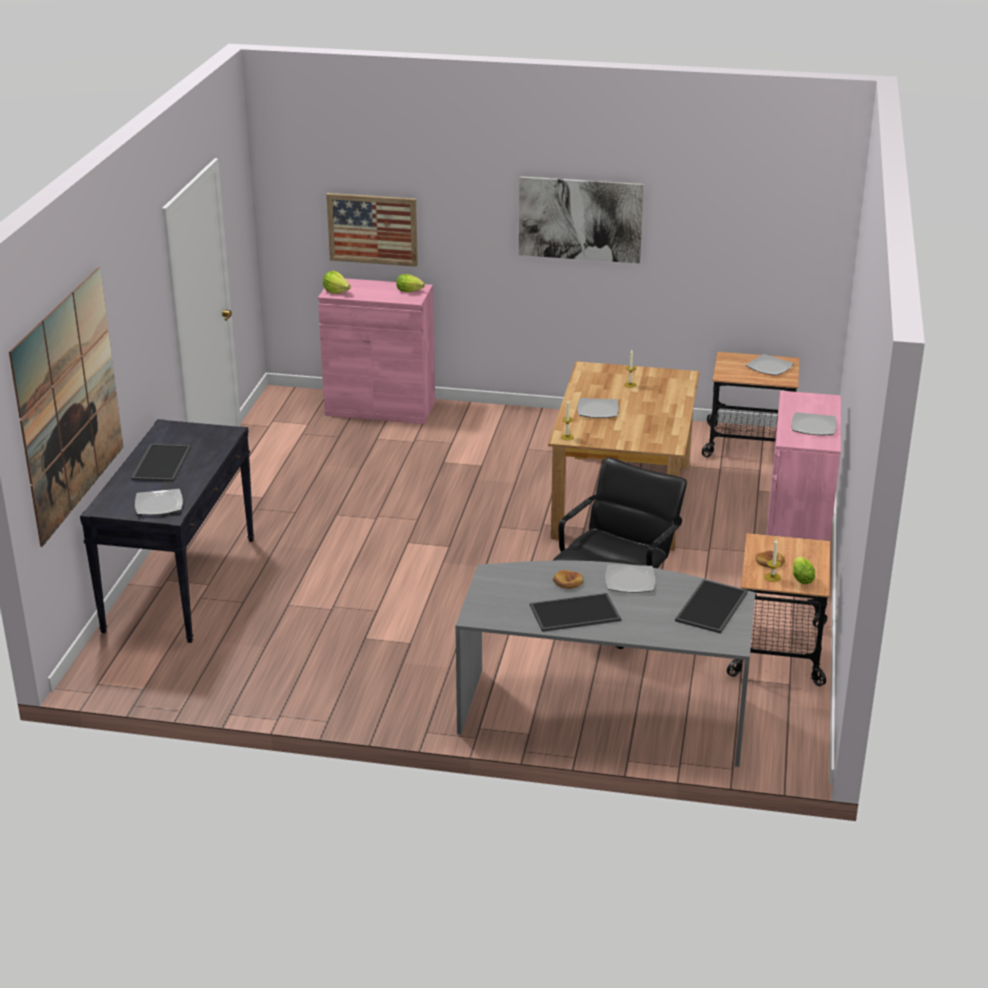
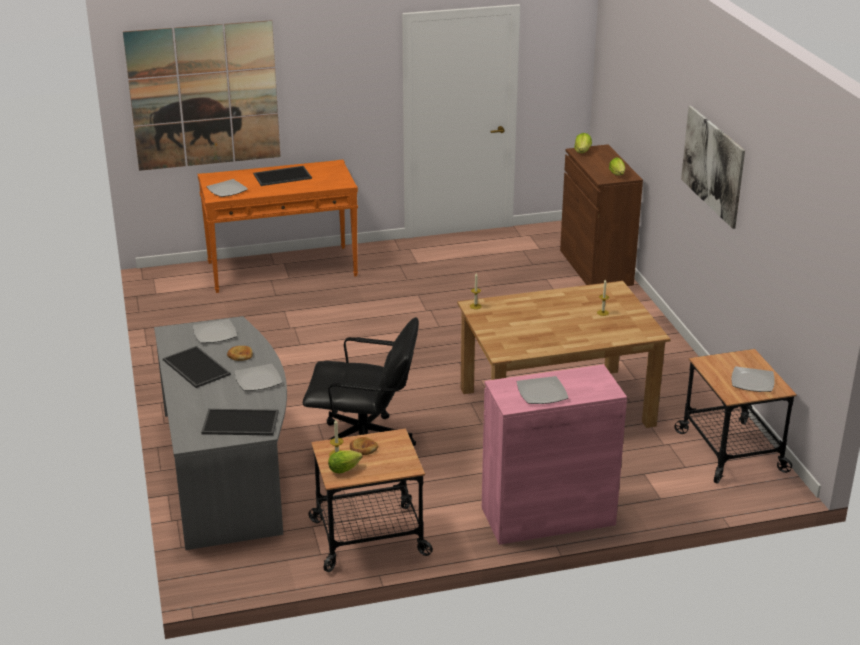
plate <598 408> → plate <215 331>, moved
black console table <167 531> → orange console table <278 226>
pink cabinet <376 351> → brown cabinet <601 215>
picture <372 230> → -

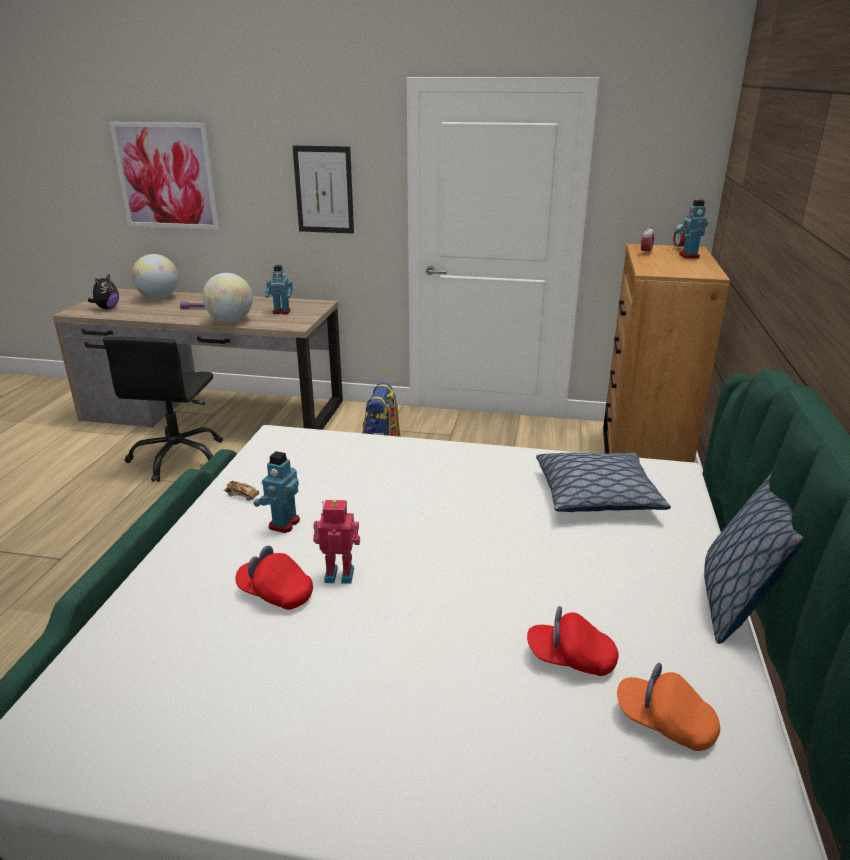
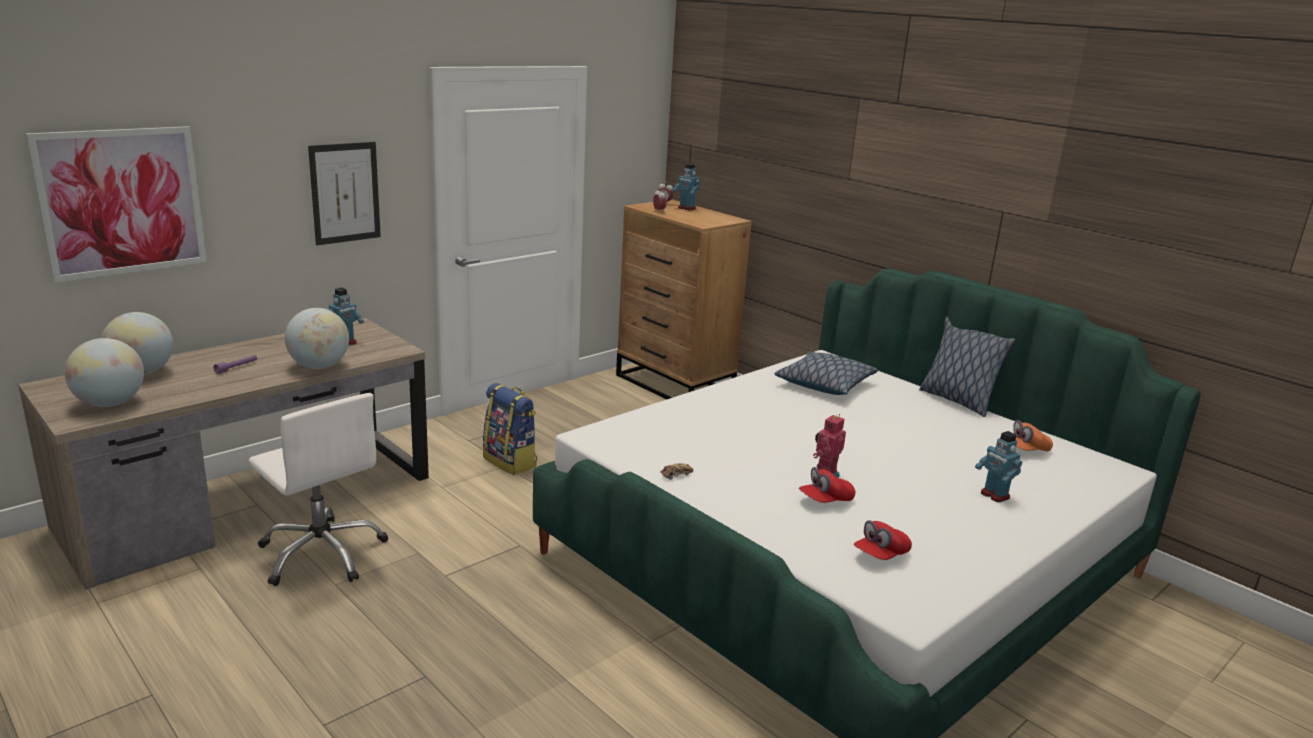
plush toy <103 291> → globe <104 372>
black office chair <163 409> → white office chair <318 489>
red cap <573 641> → red cap <883 540>, moved
toy robot <276 492> → toy robot <998 466>, moved

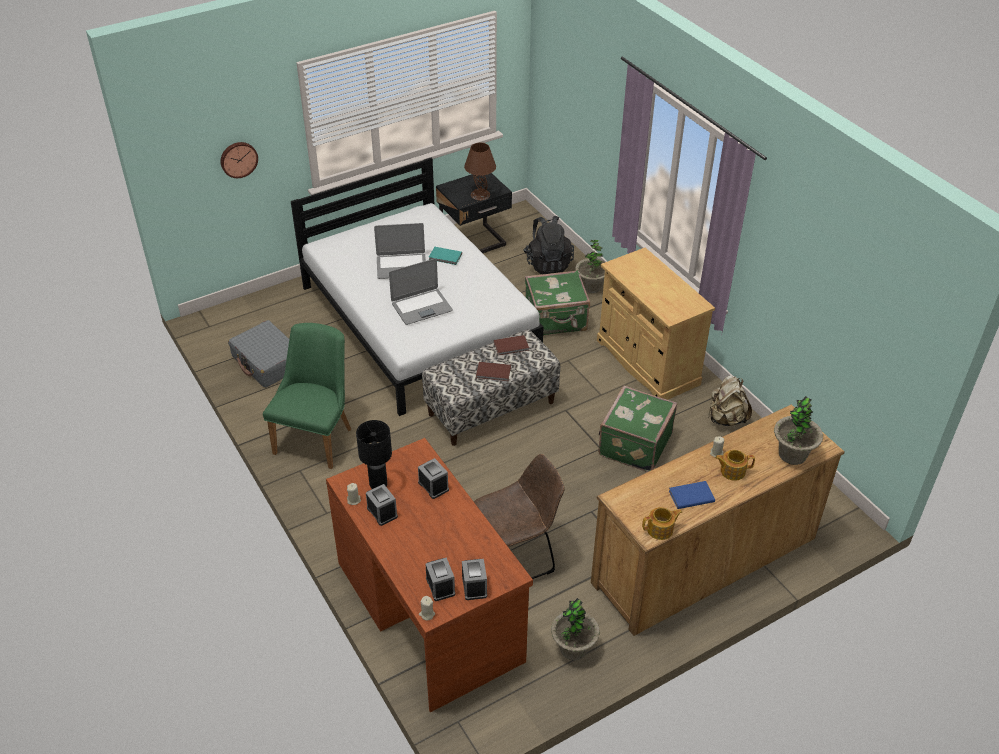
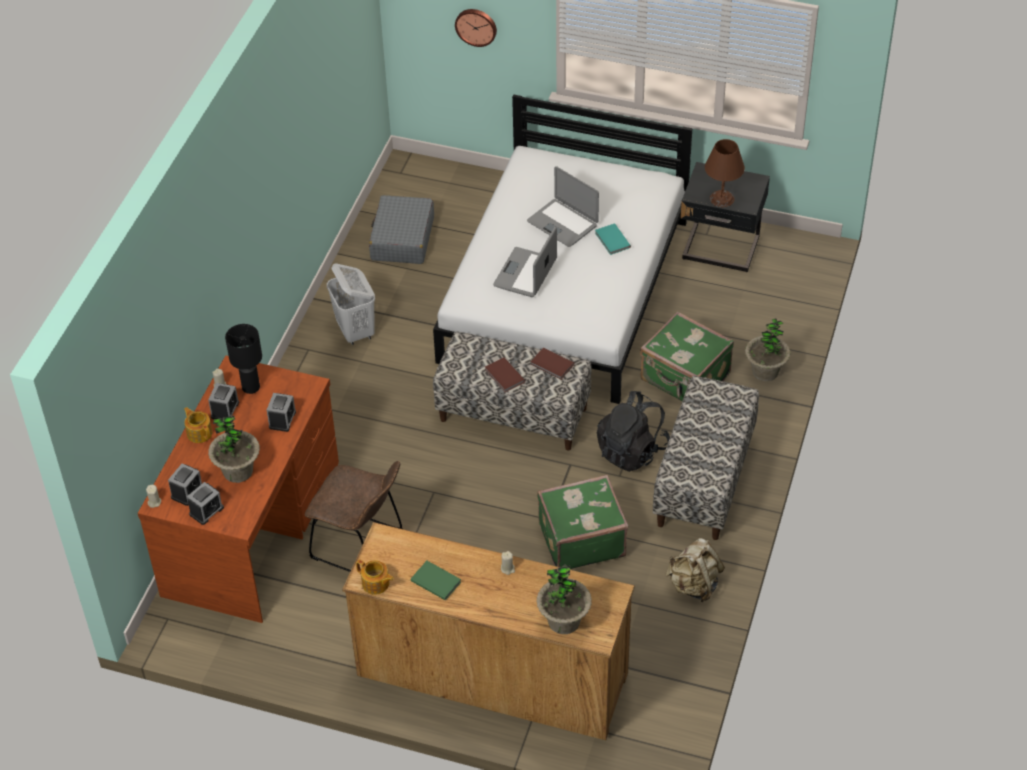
teapot <735 465> → teapot <198 425>, moved
potted plant <575 629> → potted plant <234 449>, moved
green chair <307 396> → white laundry basket <351 304>
blue book <692 495> → green book <436 580>
laptop <421 291> → laptop <525 261>, 90 degrees clockwise
black backpack <548 245> → black backpack <633 431>, moved
beige cabinet <656 324> → bench <706 458>

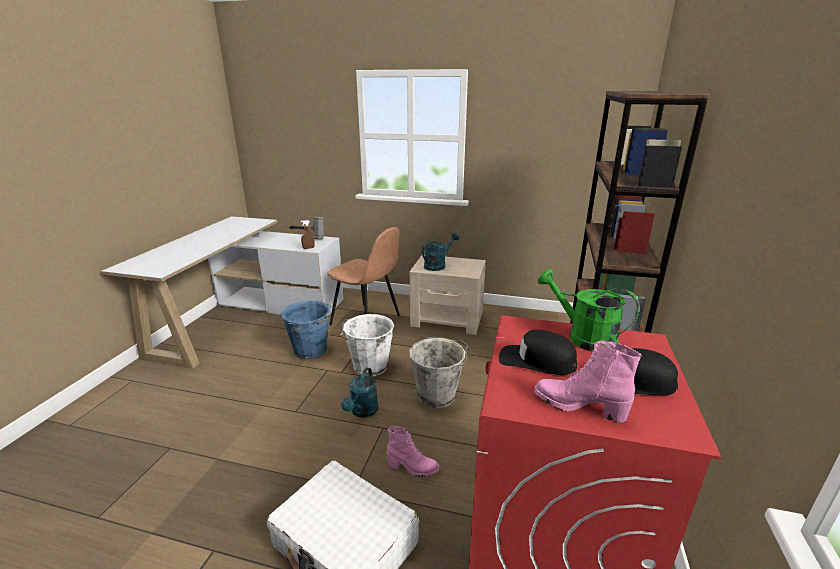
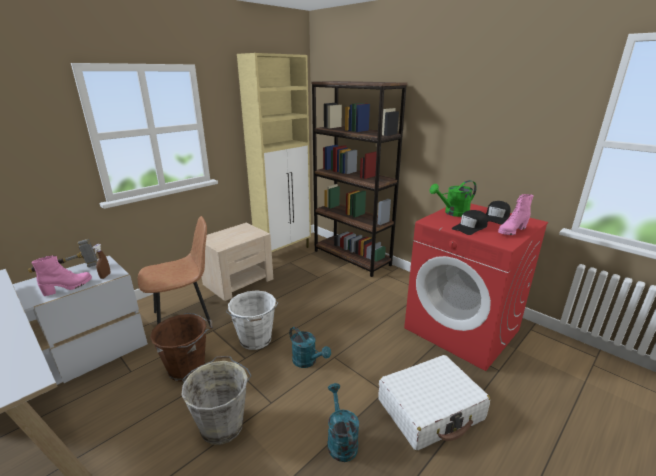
pink boot <413 451> → pink boot <61 276>, moved
blue bucket <306 330> → brown bucket <181 347>
grey bucket <438 373> → grey bucket <216 400>, moved
- → beige cabinet <274 152>
turquoise watering can <440 252> → turquoise watering can <343 422>, moved

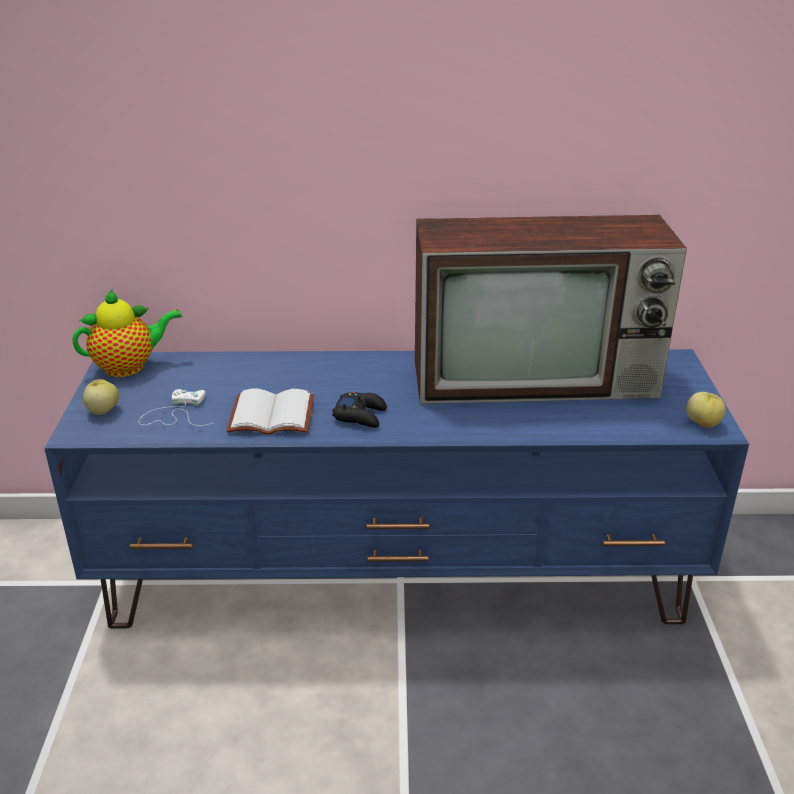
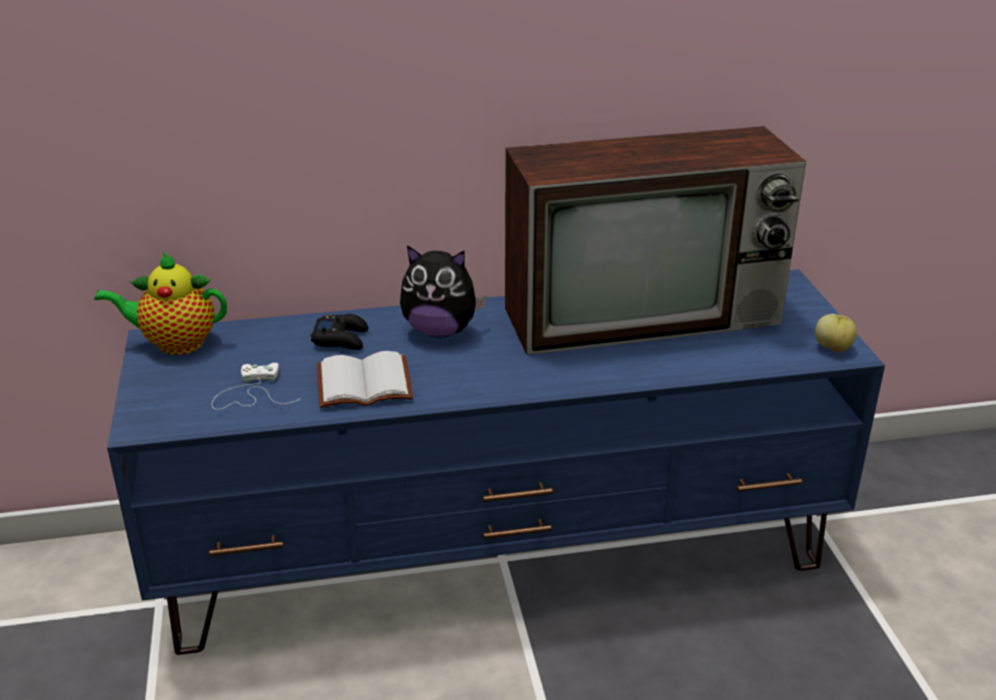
teapot <127 333> → teapot <160 303>, 150 degrees counterclockwise
black game controller <359 410> → black game controller <339 332>, moved
- → plush toy <443 291>
apple <101 397> → -

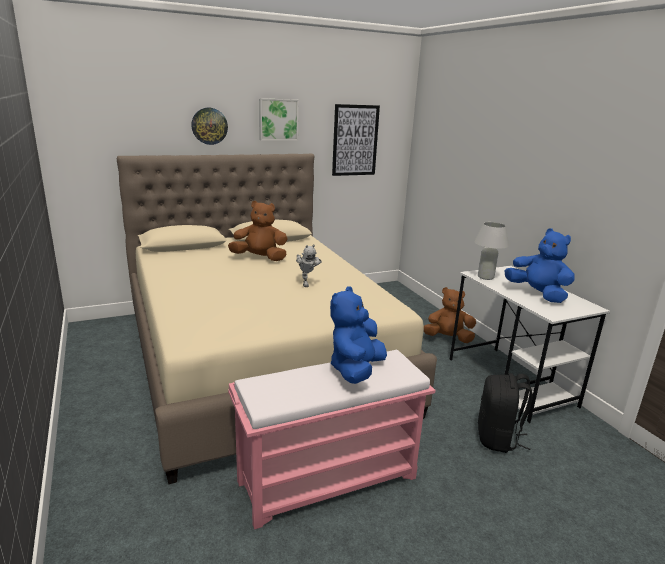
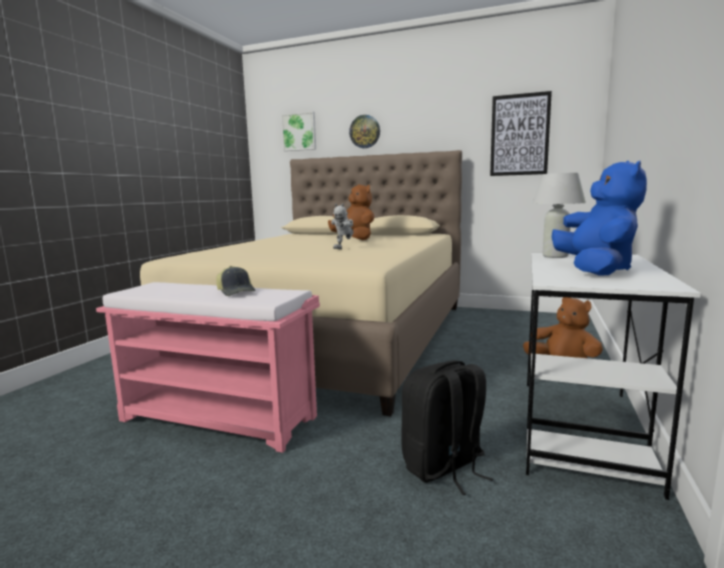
blue plush toy <358 335> → cap <236 281>
picture <279 119> → picture <298 131>, moved

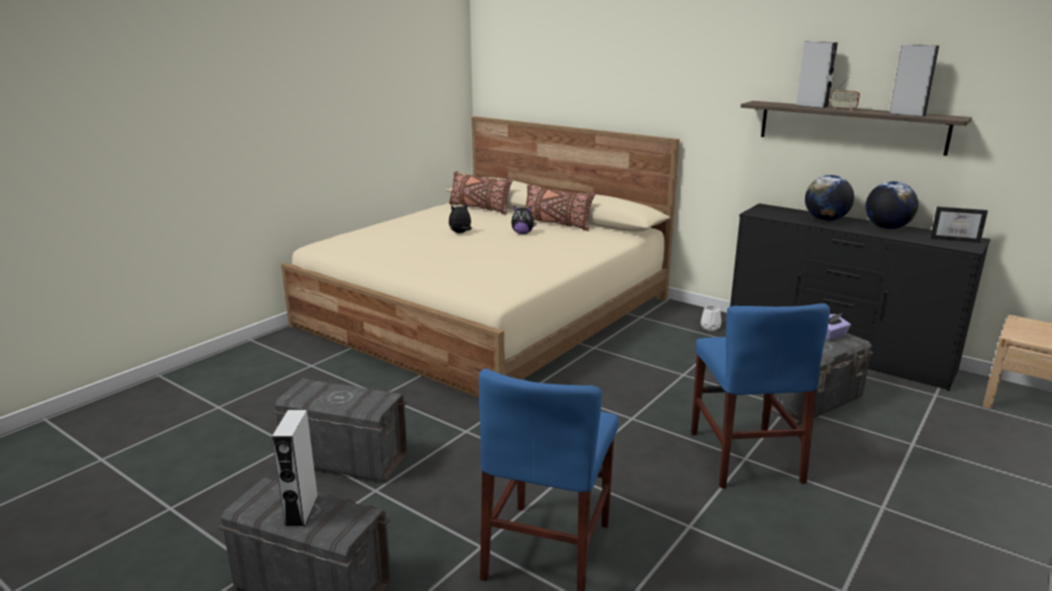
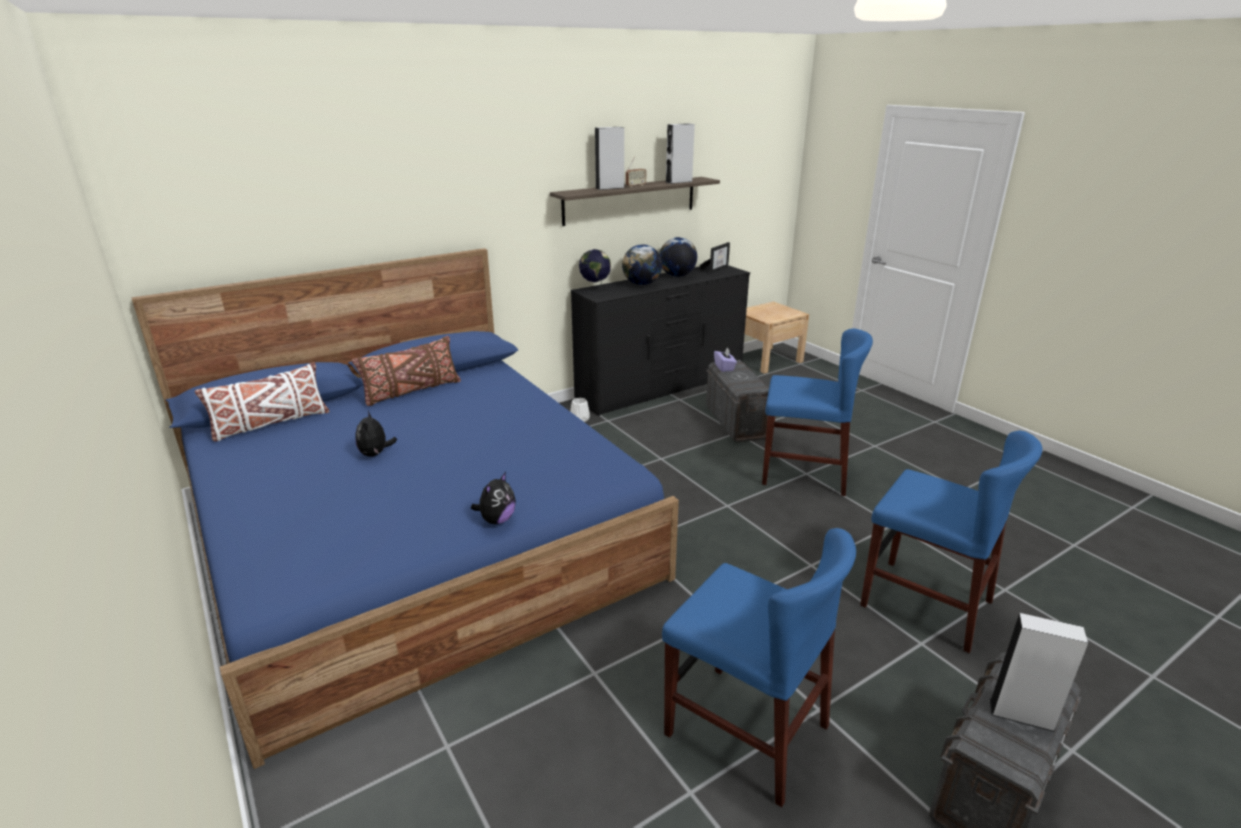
beige bed <480 257> → blue bed <405 508>
brown pillow <480 193> → white pillow <262 402>
plush toy <524 220> → plush toy <493 498>, moved
- → globe <595 271>
grey storage box <340 430> → blue chair <759 667>

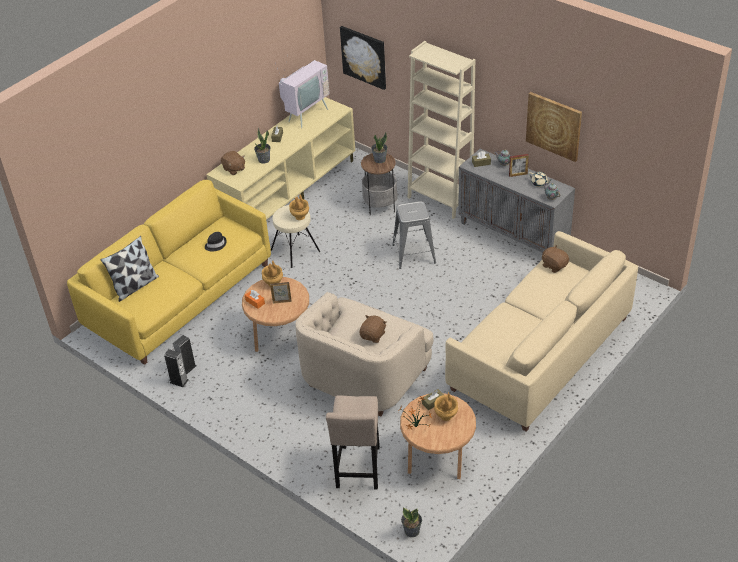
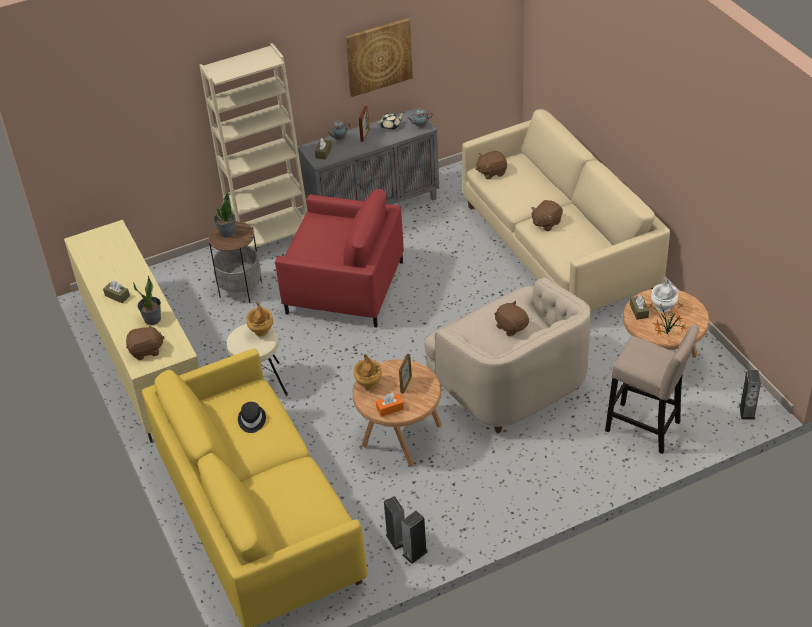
grey stool <414 235> → red armchair <339 258>
- → brown plush toy <547 215>
brown vase <446 406> → white vase <664 295>
potted plant <411 522> → speaker <750 395>
pillow <130 269> → -
television <302 94> → -
picture <363 58> → -

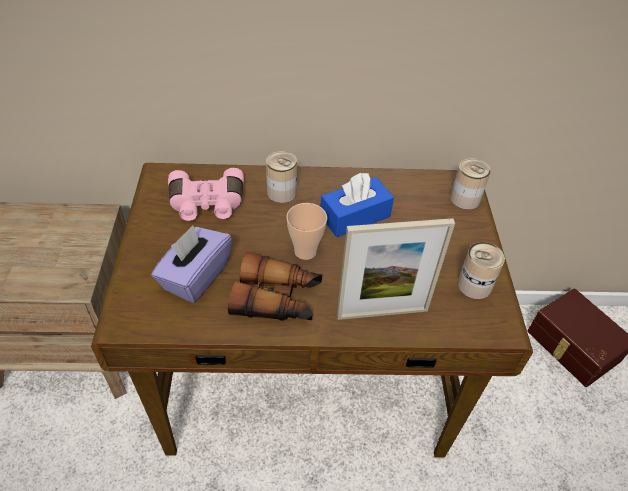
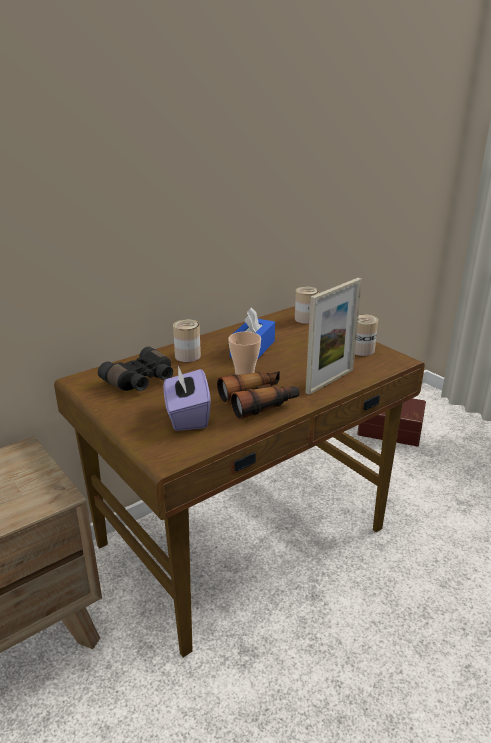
pink binoculars <206 194> → black binoculars <135 369>

